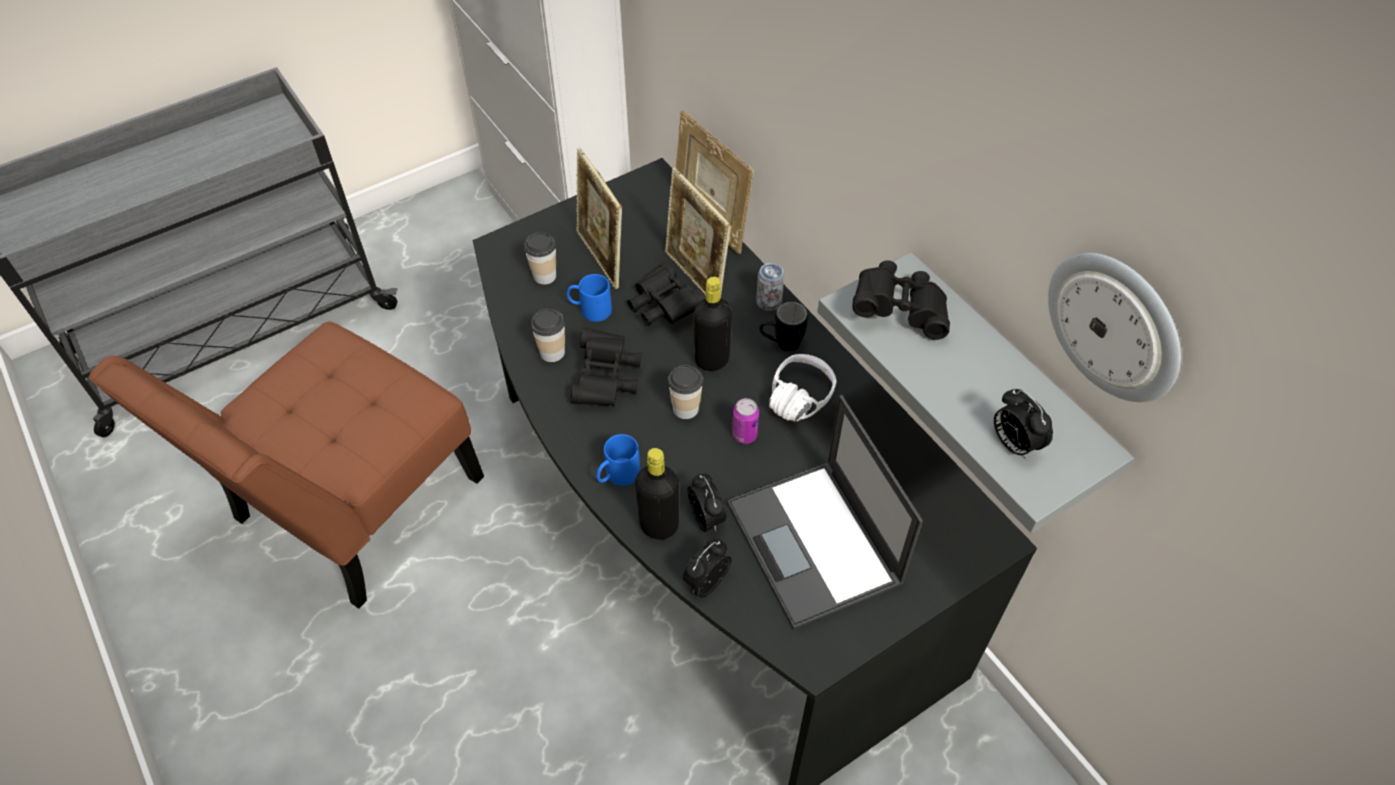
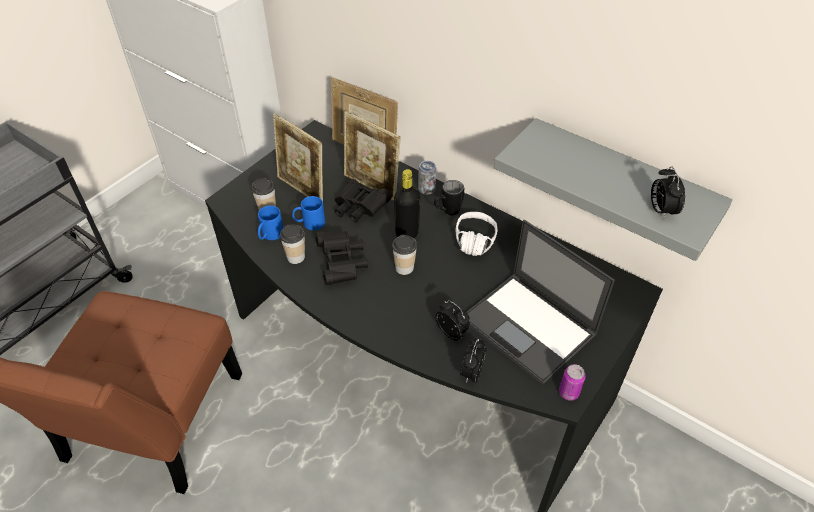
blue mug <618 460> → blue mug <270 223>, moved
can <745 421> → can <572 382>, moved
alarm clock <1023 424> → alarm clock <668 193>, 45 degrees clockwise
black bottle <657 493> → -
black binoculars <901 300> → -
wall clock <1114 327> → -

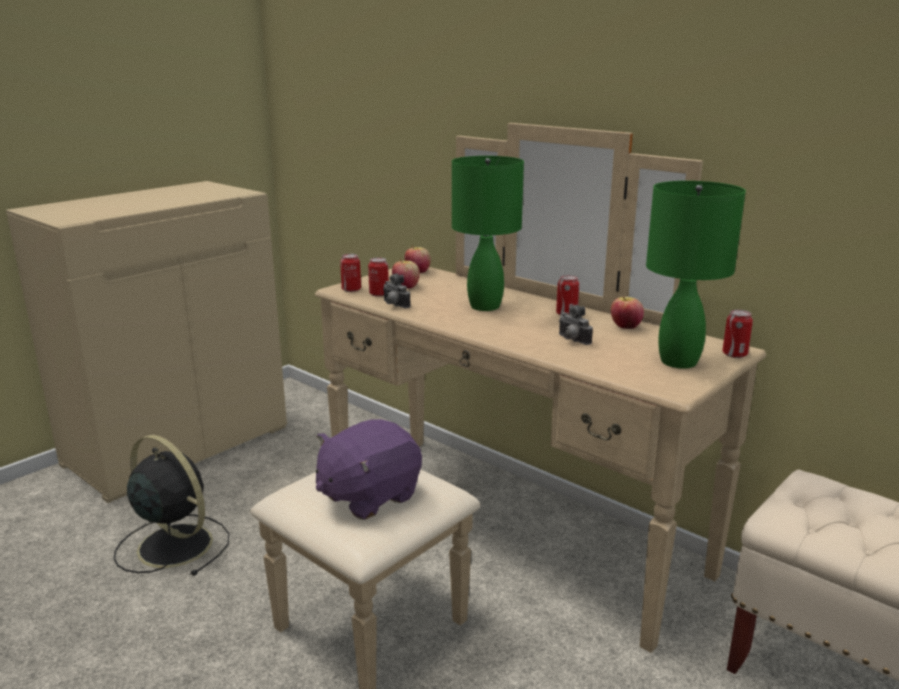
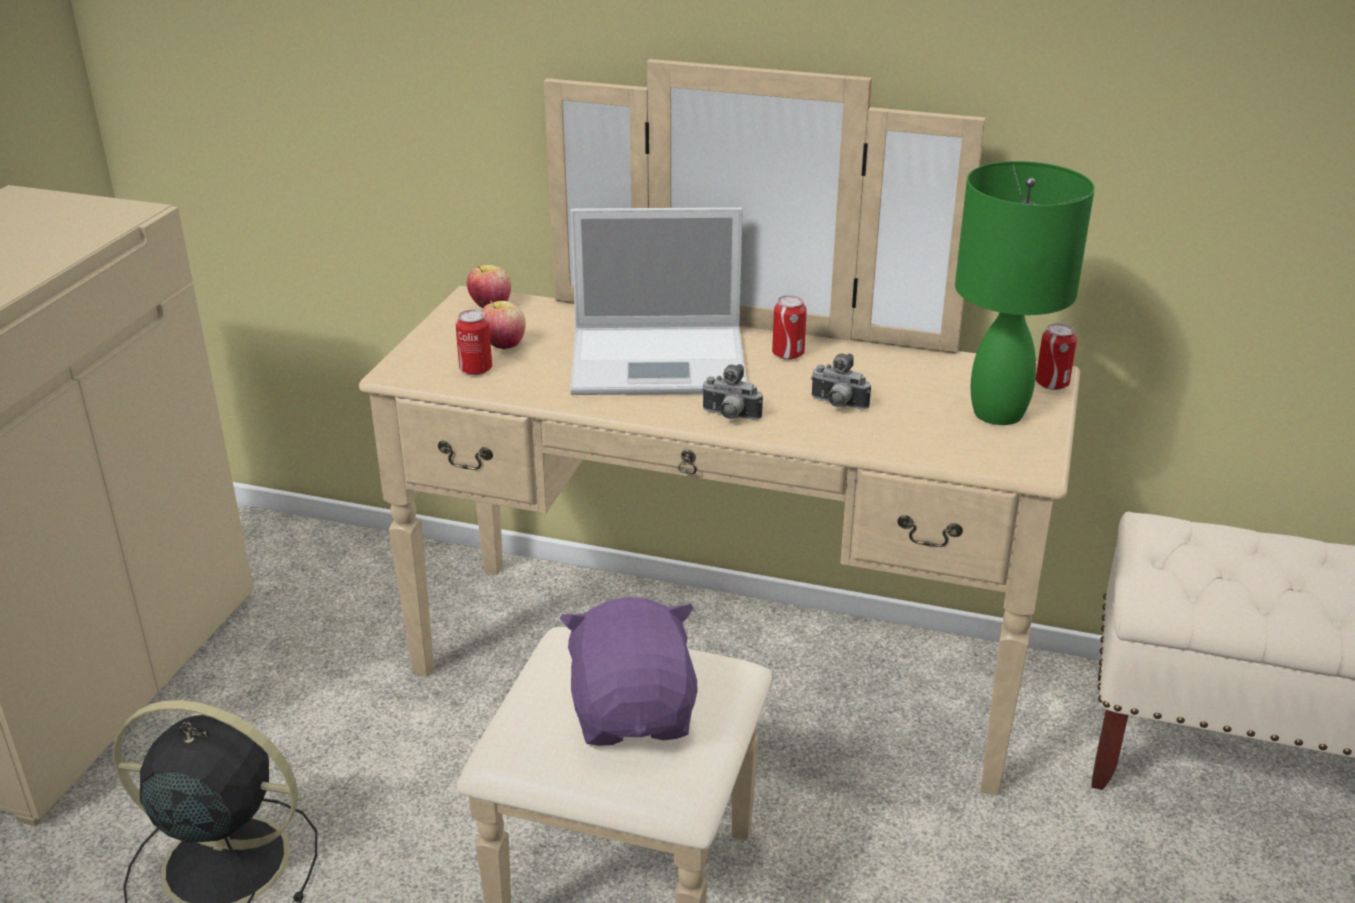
purple plush toy <369 469> → purple plush toy <628 671>, 150 degrees clockwise
green table lamp <488 233> → laptop <658 301>
photo camera <397 291> → photo camera <732 392>, moved
can <350 273> → -
apple <627 313> → -

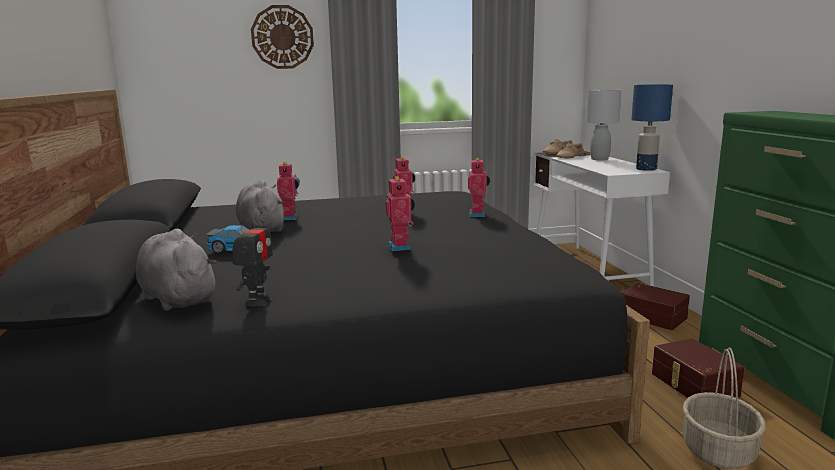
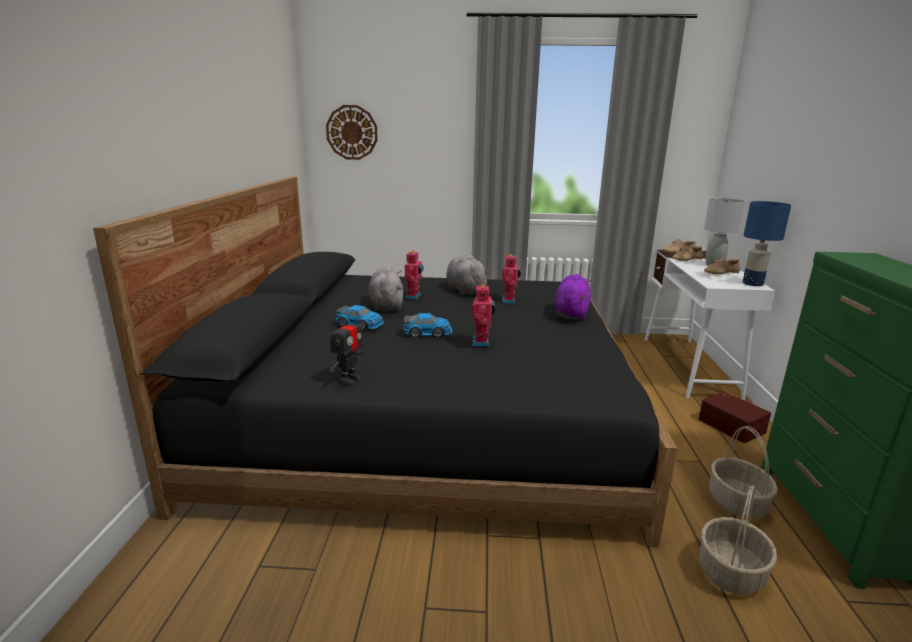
wall clock <282 37> → wall clock <352 132>, moved
- → toy car <428 325>
grey plush toy <177 270> → grey plush toy <468 274>, moved
toy robot <479 187> → purple plush toy <573 297>
- → beige shoe <722 266>
brown storage box <698 368> → basket <743 472>

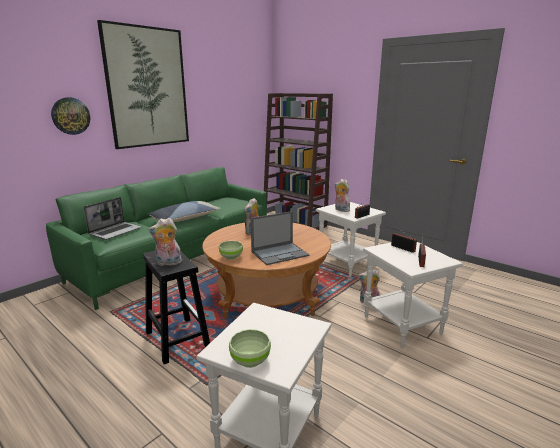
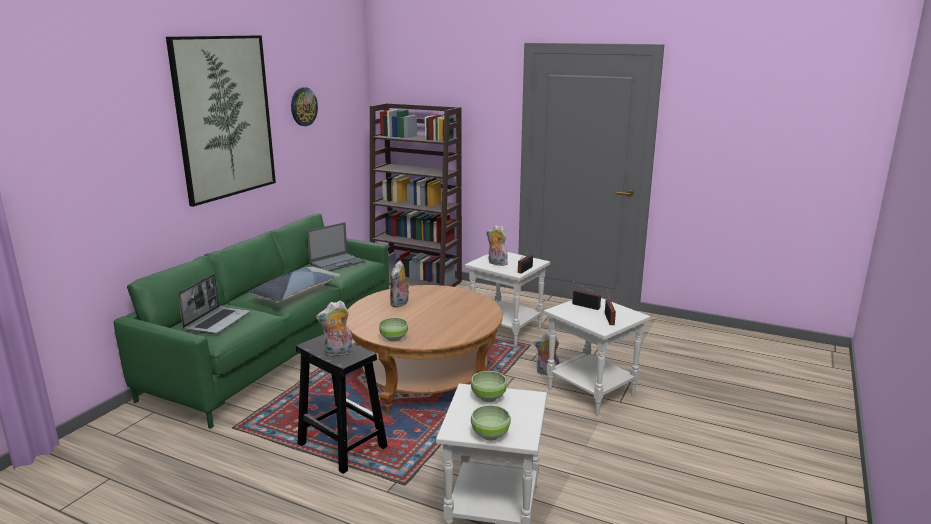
wall clock <70 116> → wall clock <304 106>, moved
laptop <280 238> → laptop <335 246>, moved
- → green bowl <489 386>

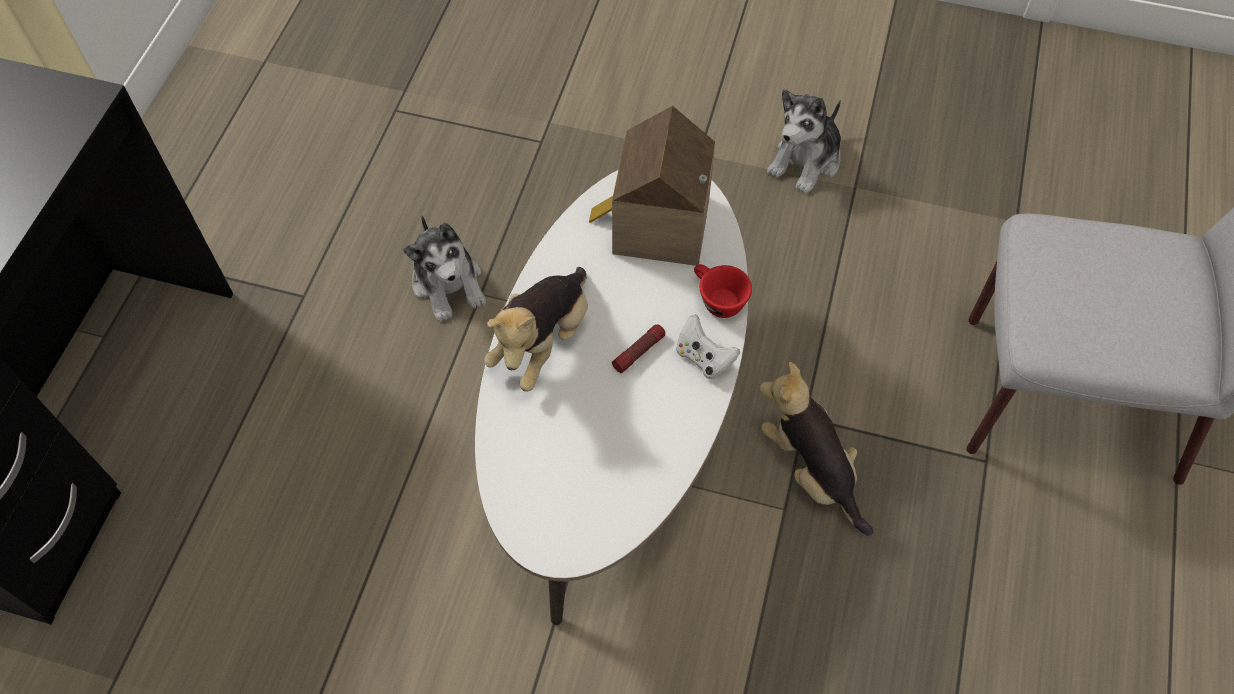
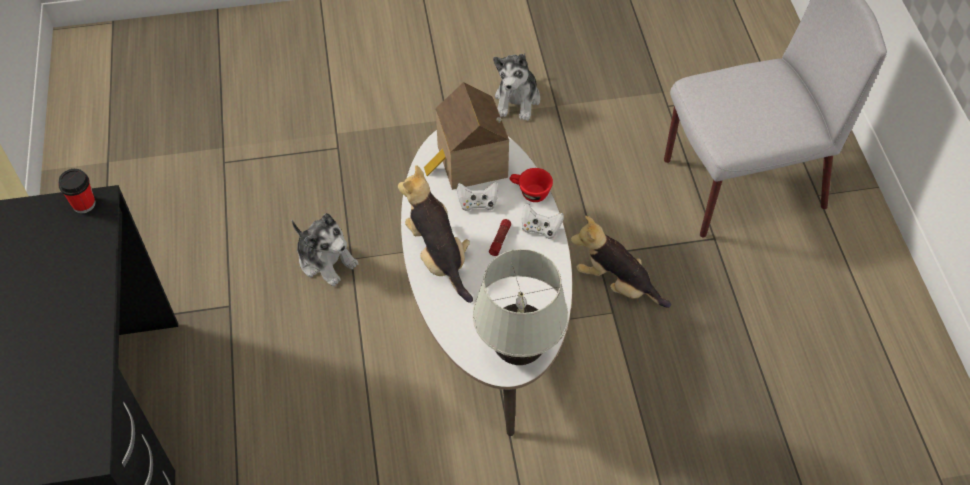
- → cup <77 191>
plush toy <536 329> → plush toy <435 234>, 150 degrees clockwise
- → white game controller <478 196>
- → white table lamp <520 307>

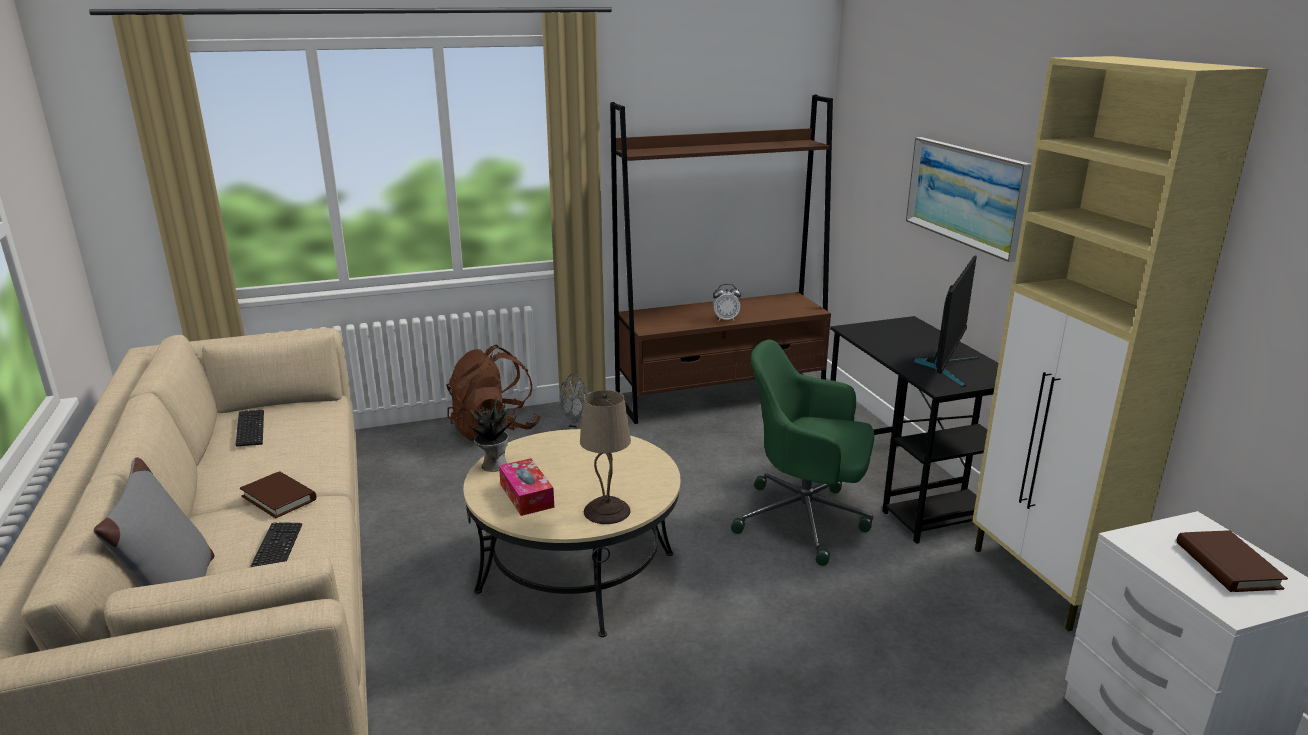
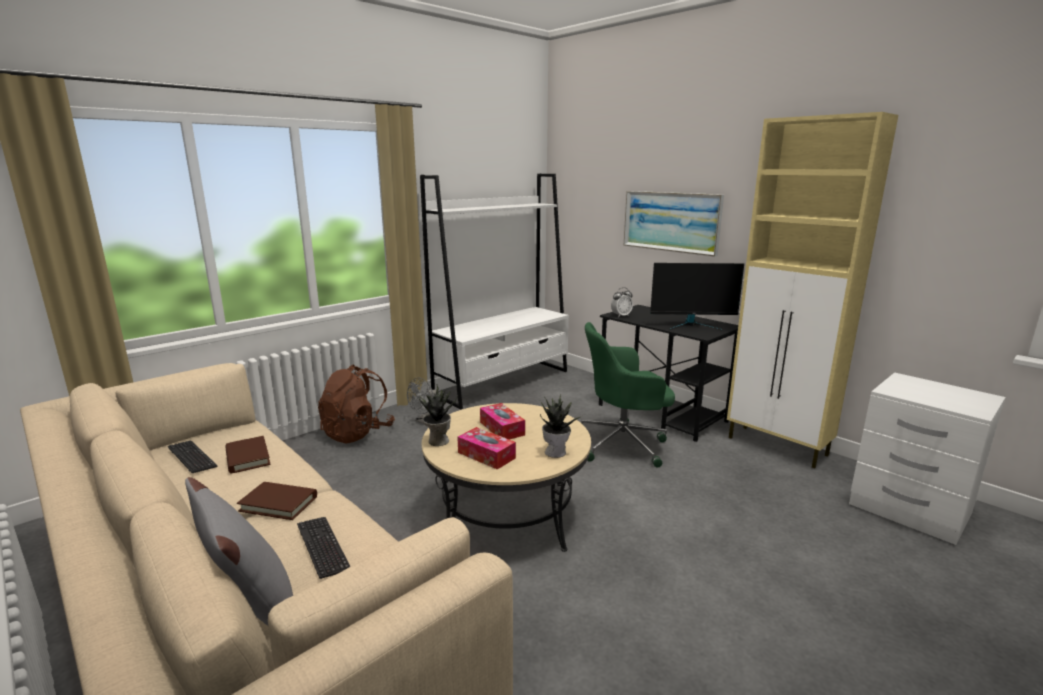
brown book <1232 561> → brown book <248 455>, moved
brown bookcase <721 259> → white bookcase <494 291>
- → tissue box <502 421>
beige table lamp <605 457> → potted plant <560 426>
alarm clock <726 302> → alarm clock <622 302>, moved
monitor <946 321> → monitor <697 297>, 90 degrees clockwise

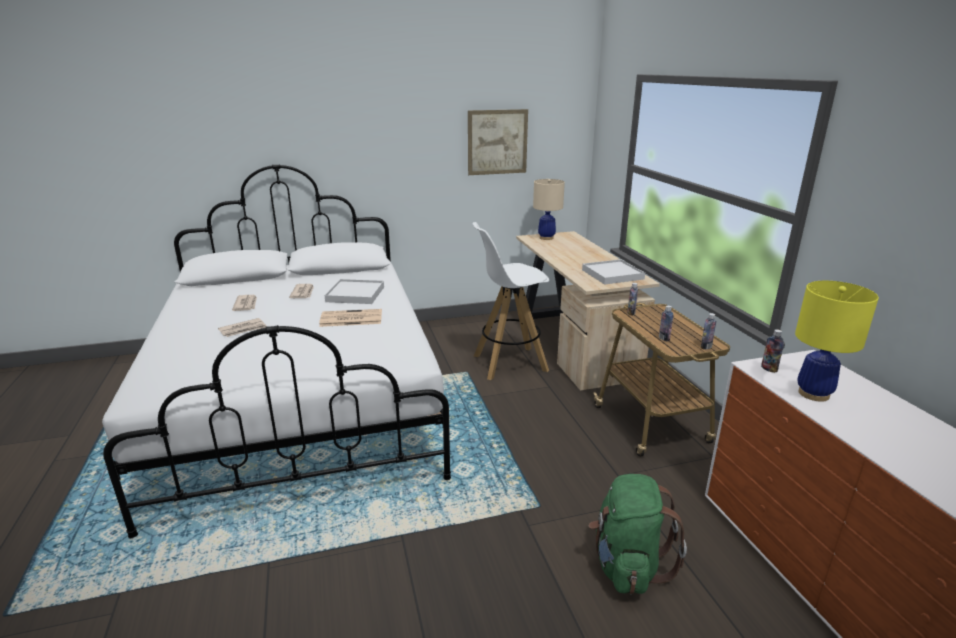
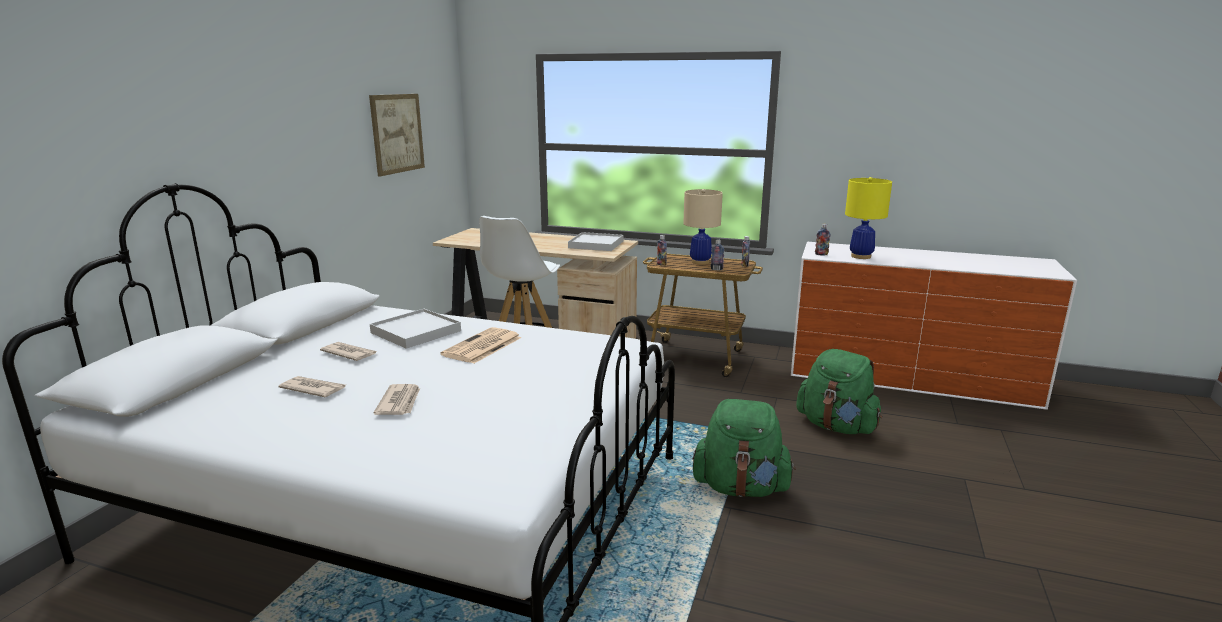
beige table lamp <549 209> → beige table lamp <703 226>, moved
- → green backpack <744 448>

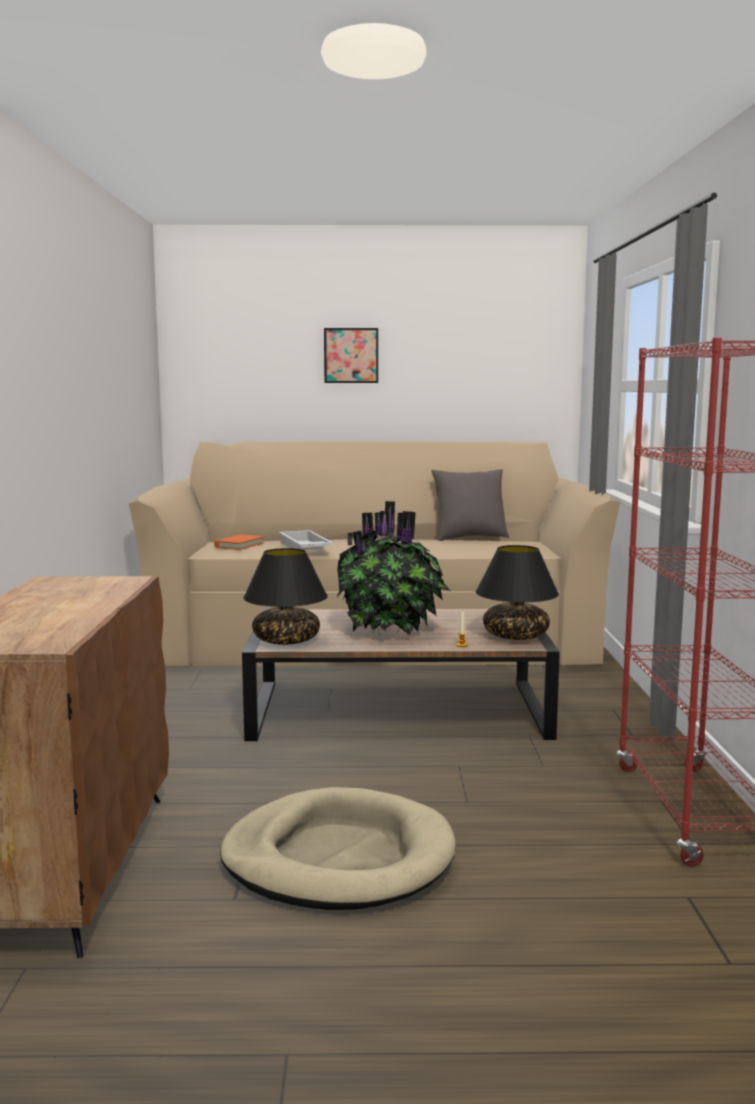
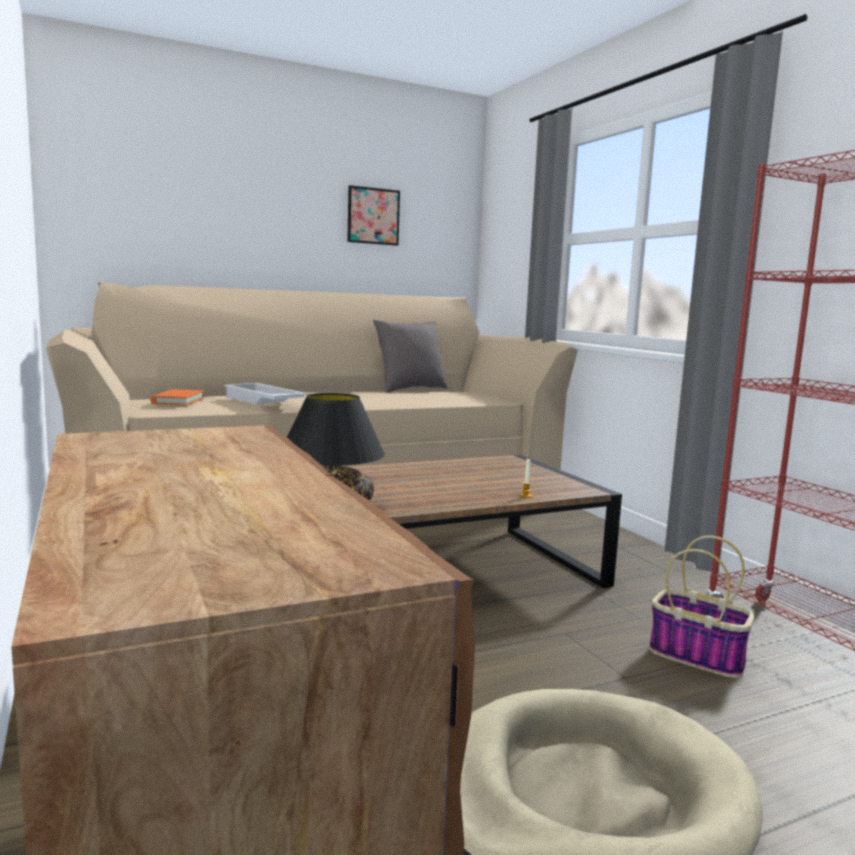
picture <351 355> → picture <373 215>, moved
- → basket <701 606>
potted plant <394 568> → -
black table lamp <517 592> → -

